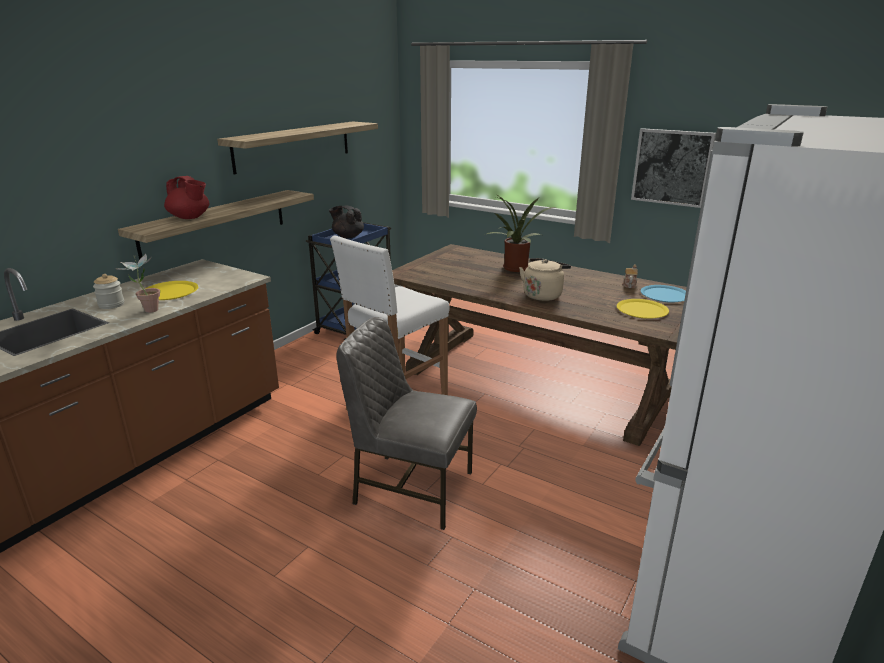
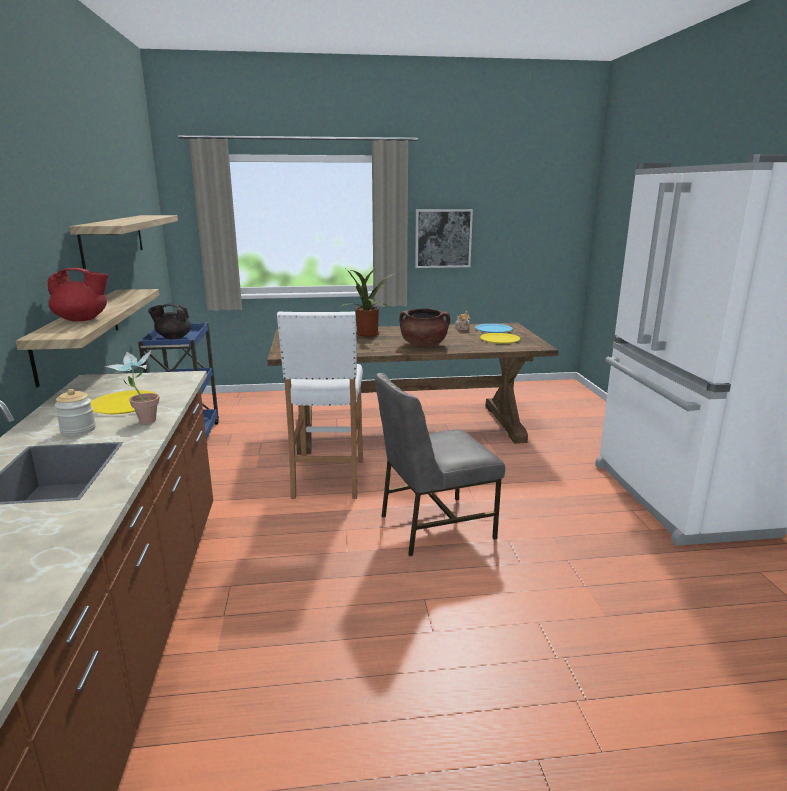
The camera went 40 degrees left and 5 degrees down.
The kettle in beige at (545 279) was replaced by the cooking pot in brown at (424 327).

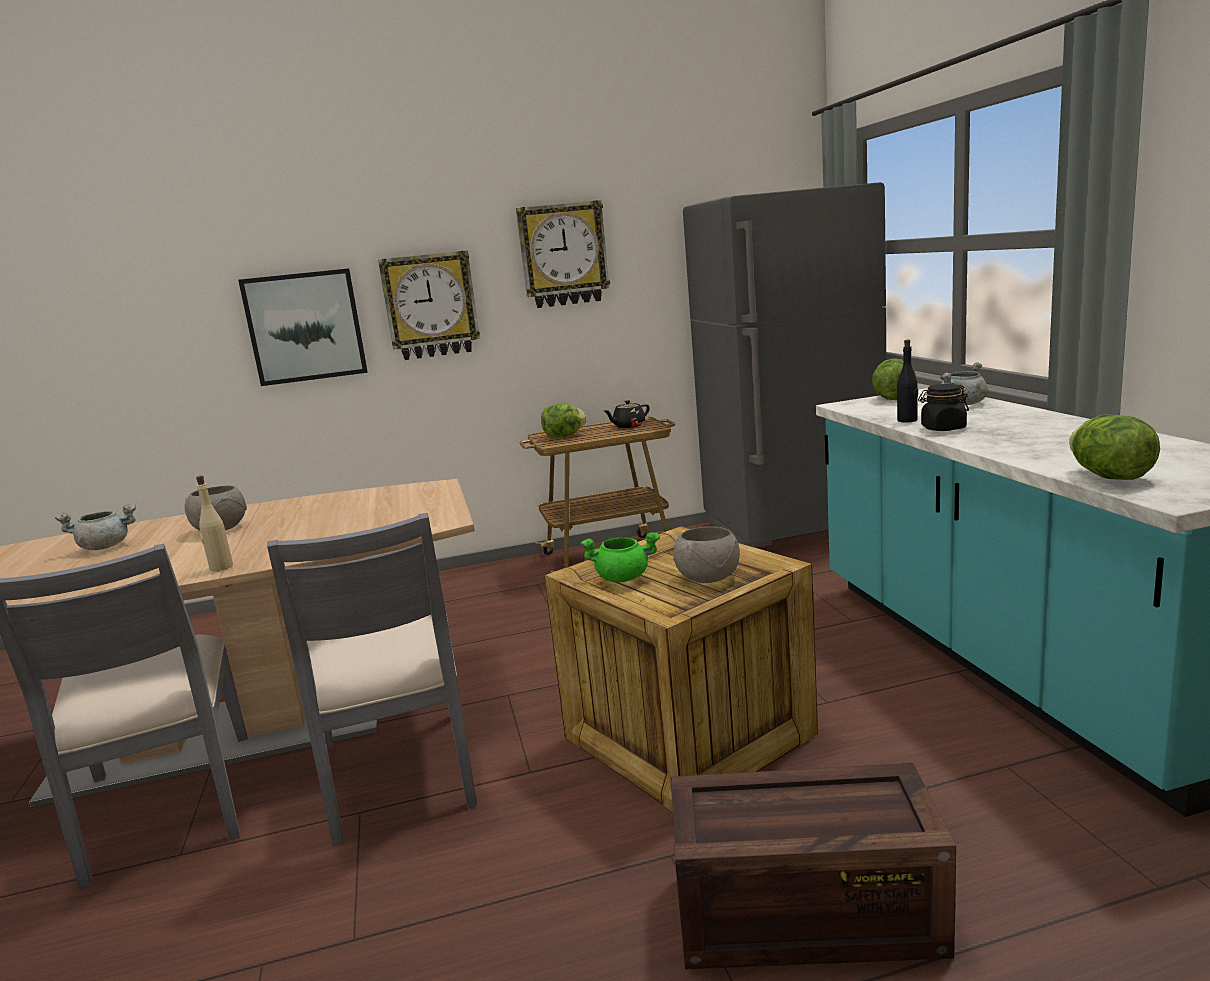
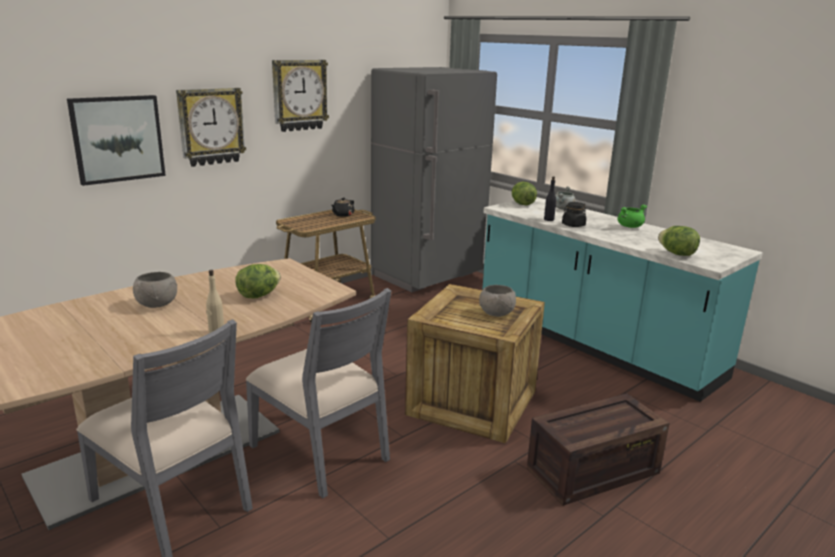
The camera went 30 degrees left and 5 degrees up.
The lettuce moved from (564 420) to (258 281).
The cooking pot in green moved from (620 557) to (632 216).
The cooking pot in grey at (95 527) disappeared.

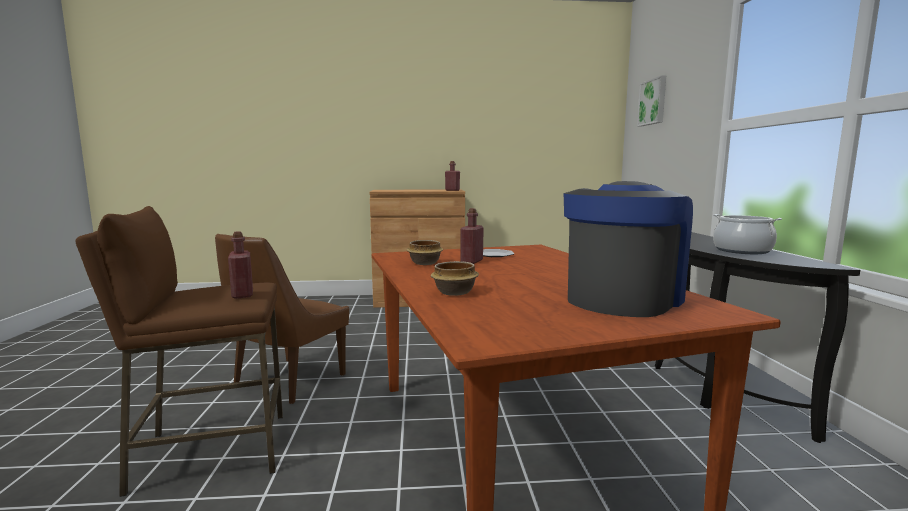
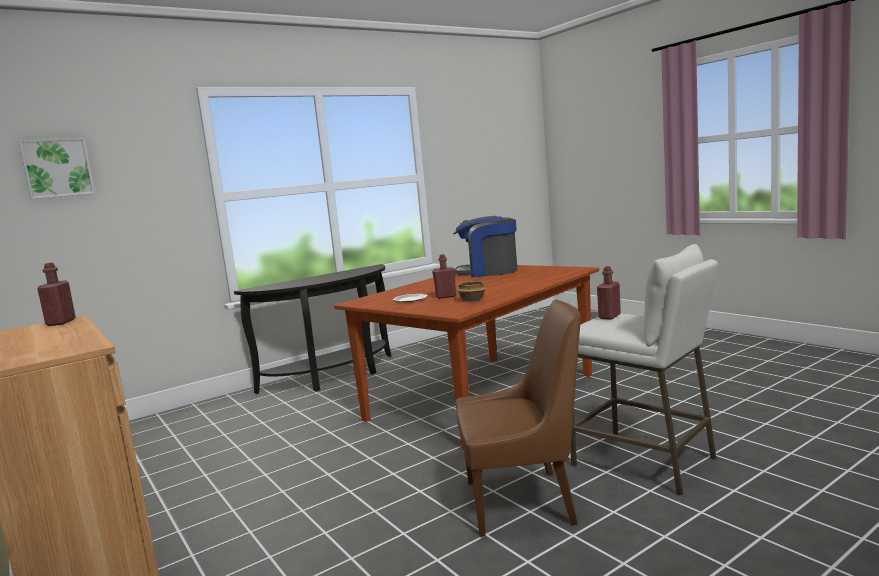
The camera went 120 degrees left and 0 degrees up.
The stool in brown at (179 351) became the stool in white at (644 369).
The bowl at (455 278) disappeared.
The cooking pot at (747 234) disappeared.

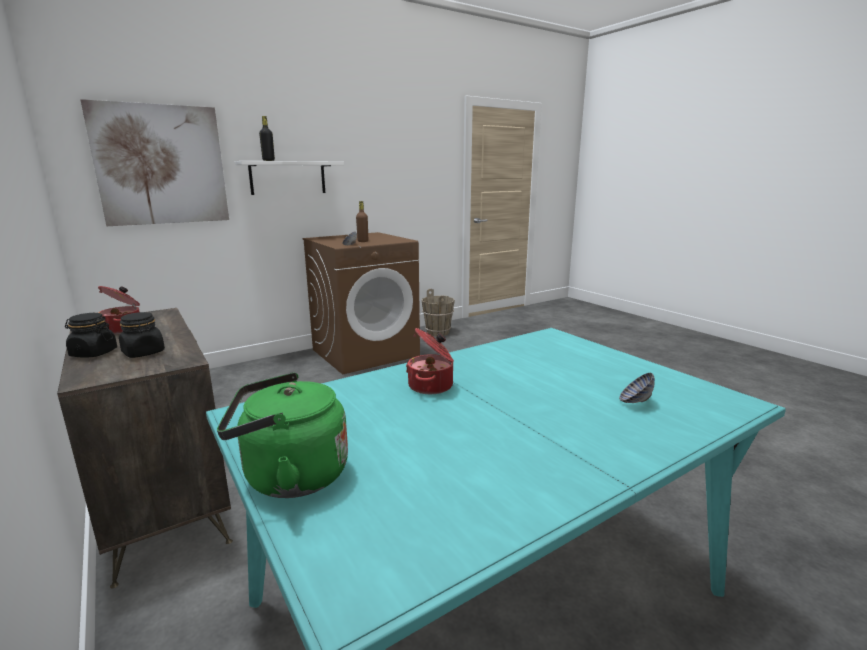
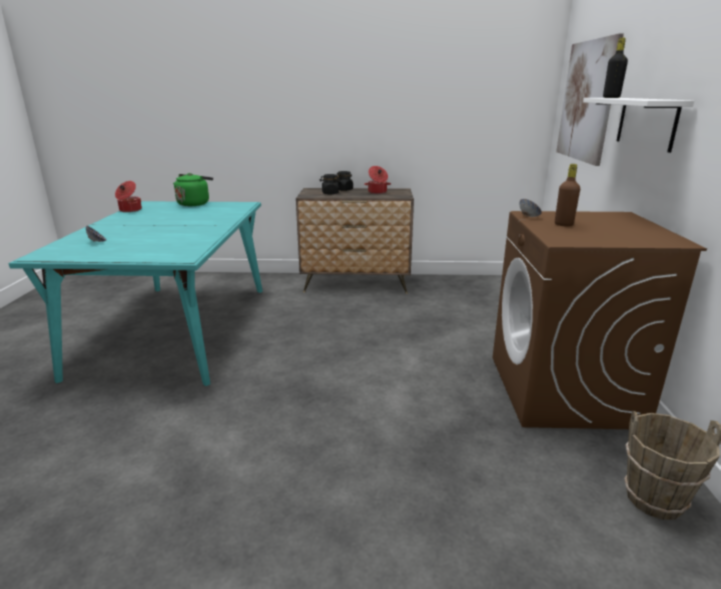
The camera went 125 degrees right and 5 degrees up.
The cooking pot moved from (430 361) to (128 196).

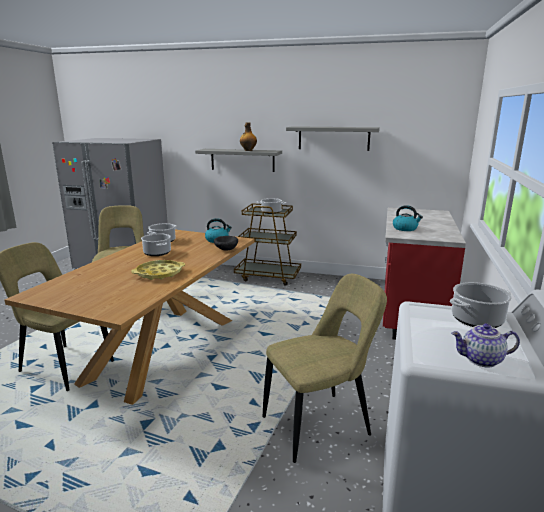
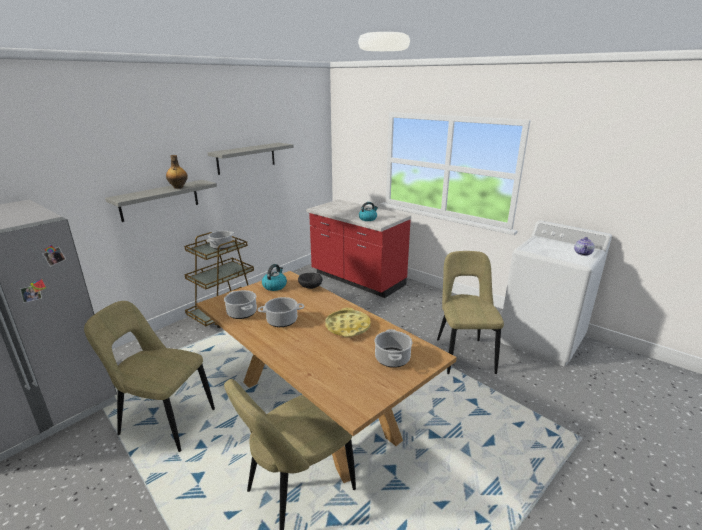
The camera went 65 degrees left and 5 degrees up.
The cooking pot moved from (481 305) to (393 348).

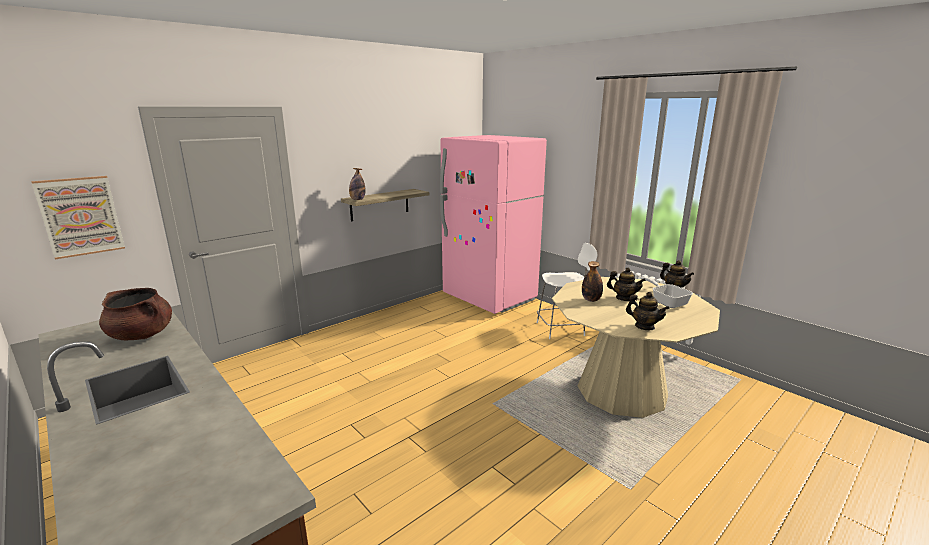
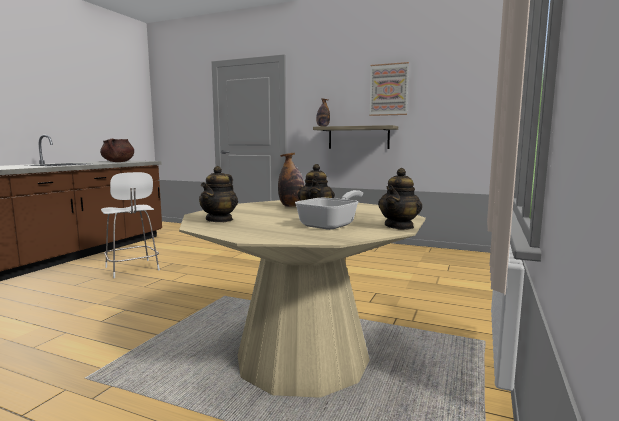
The camera went 65 degrees right and 10 degrees down.
The stool in white moved from (567 291) to (130 225).
The picture moved from (78 217) to (389 89).
The fridge in pink at (493 224) disappeared.

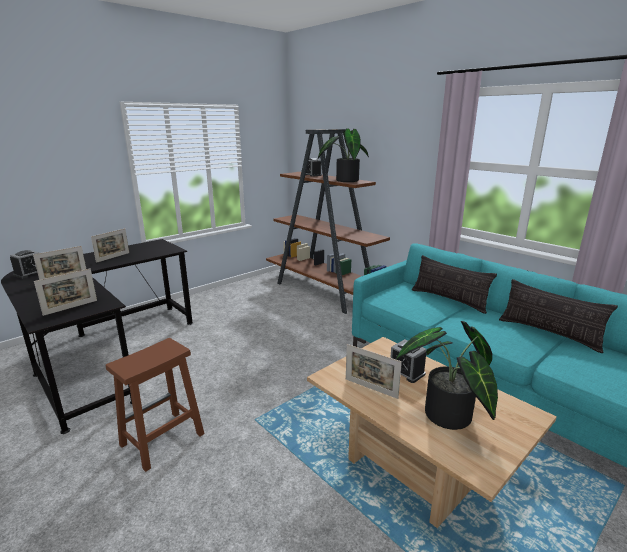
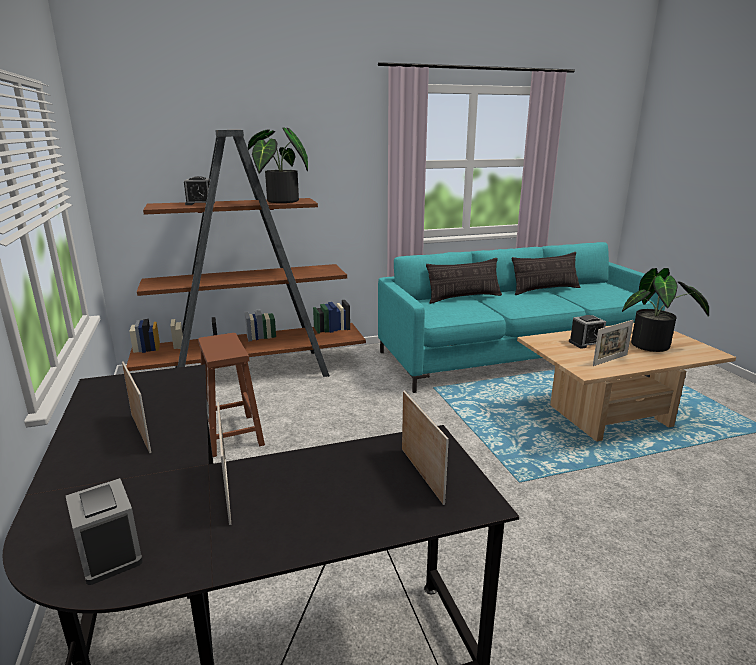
The camera went 65 degrees left and 0 degrees up.
The stool in brown moved from (155 405) to (231 395).

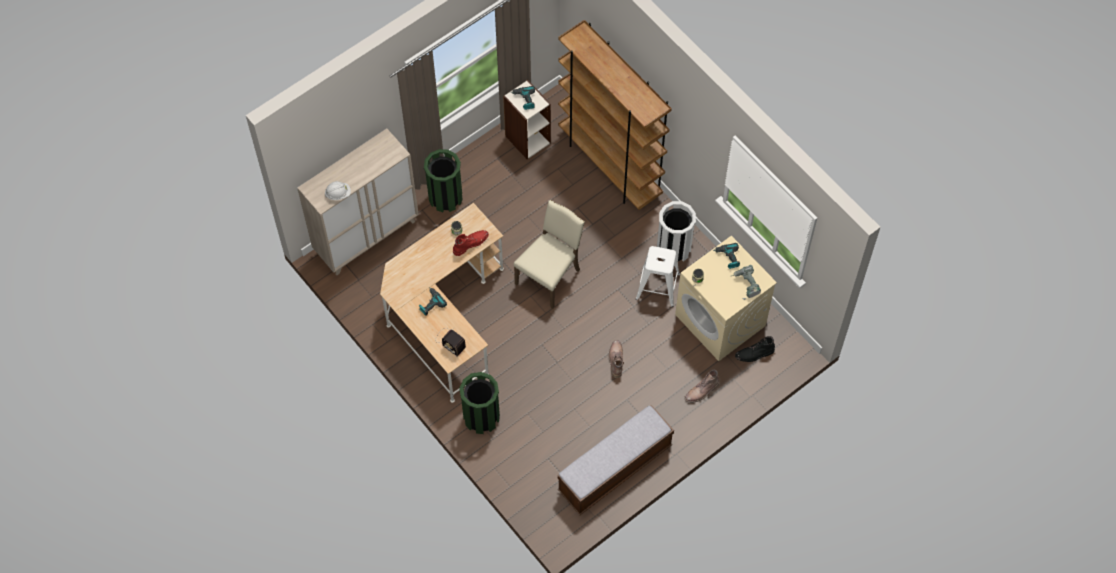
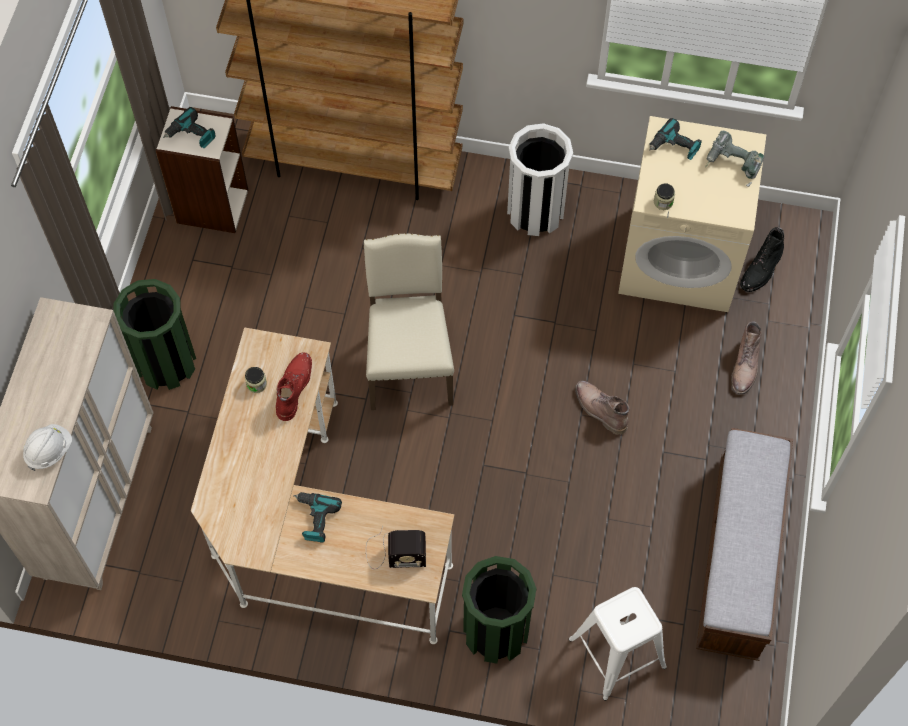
The camera went 40 degrees left and 0 degrees up.
The stool in white moved from (658 276) to (618 644).

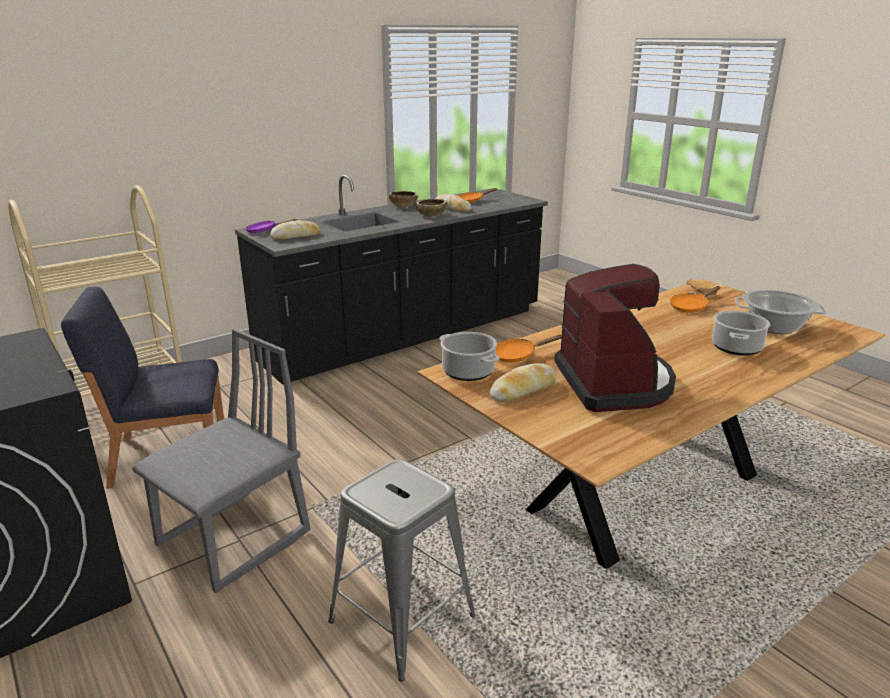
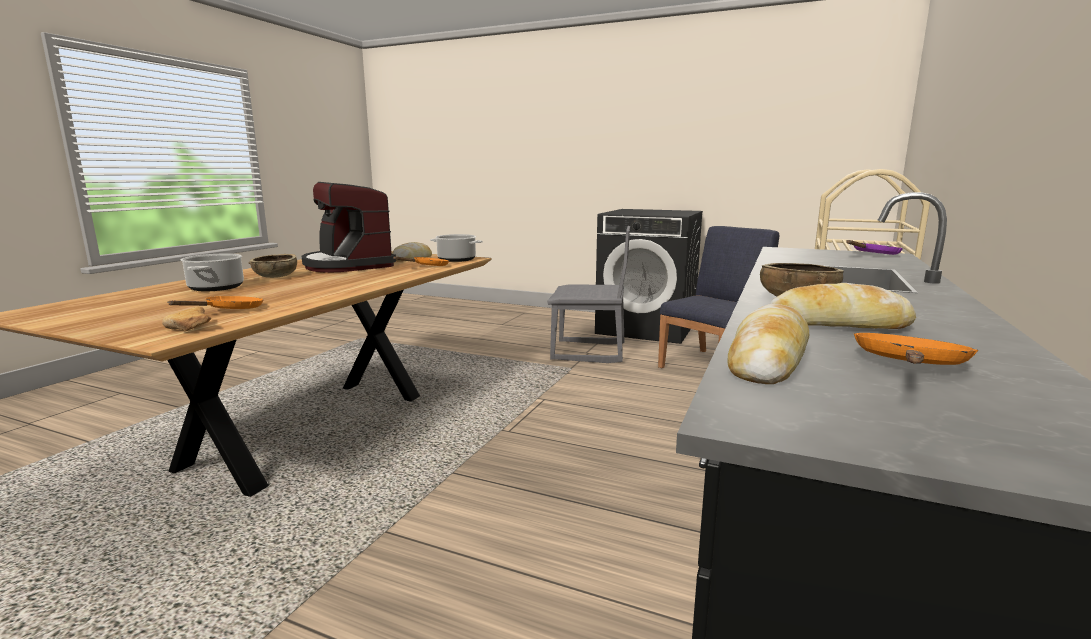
The camera went 150 degrees right and 10 degrees down.
The bowl in brown moved from (404 199) to (272 266).
The chair in grey at (221 461) turned 90 degrees counterclockwise.
The bread moved from (295 230) to (768 344).
The stool in grey at (401 570) disappeared.
The cooking pot at (781 311) disappeared.

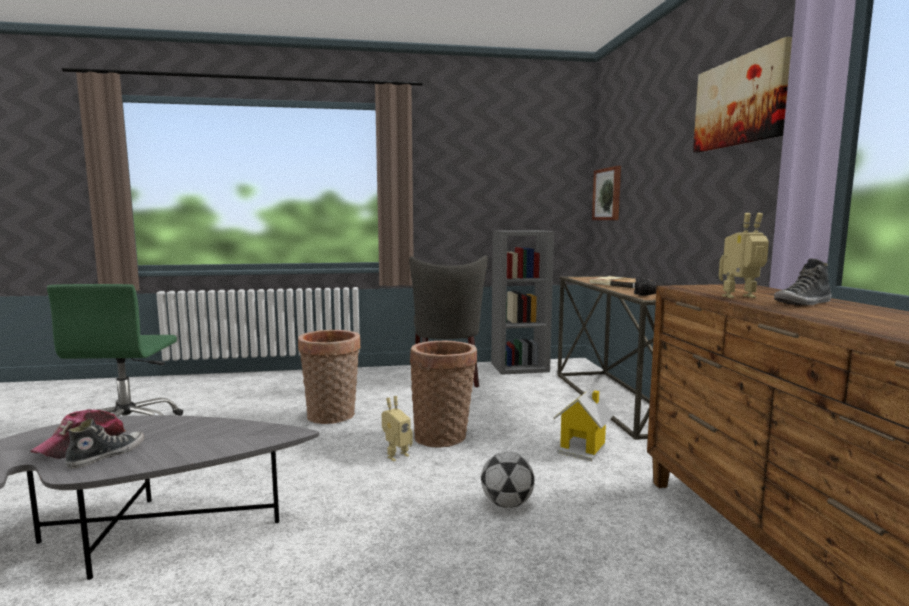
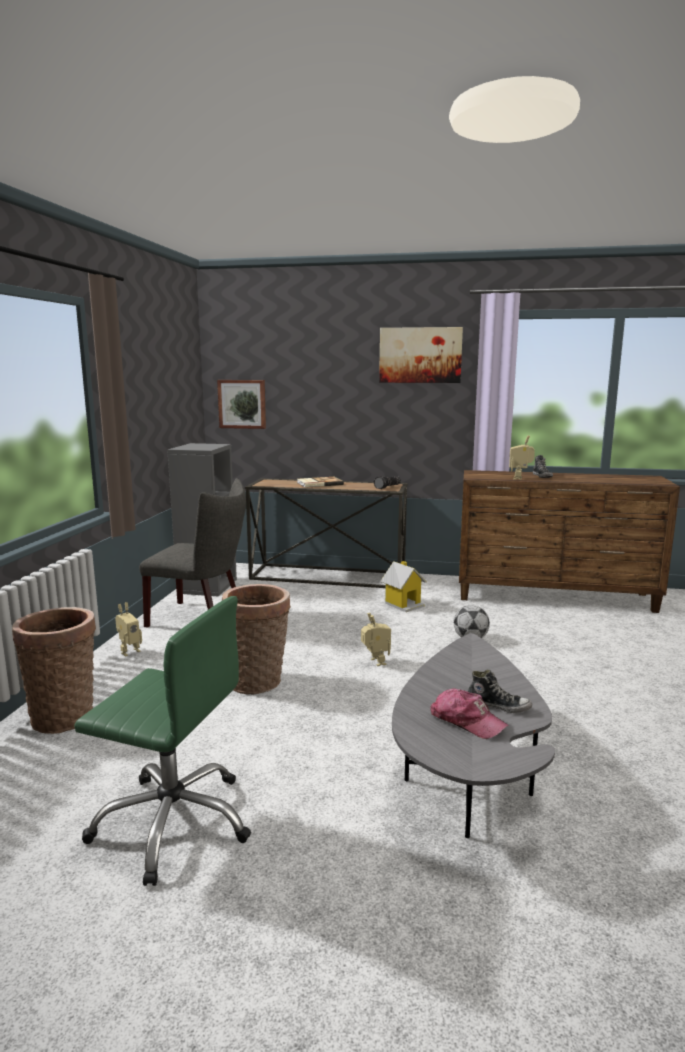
The camera went 70 degrees left and 5 degrees up.
The basket moved from (443 394) to (54 670).
The toy robot at (128 629) appeared.
The shoe at (104 443) turned 150 degrees clockwise.

